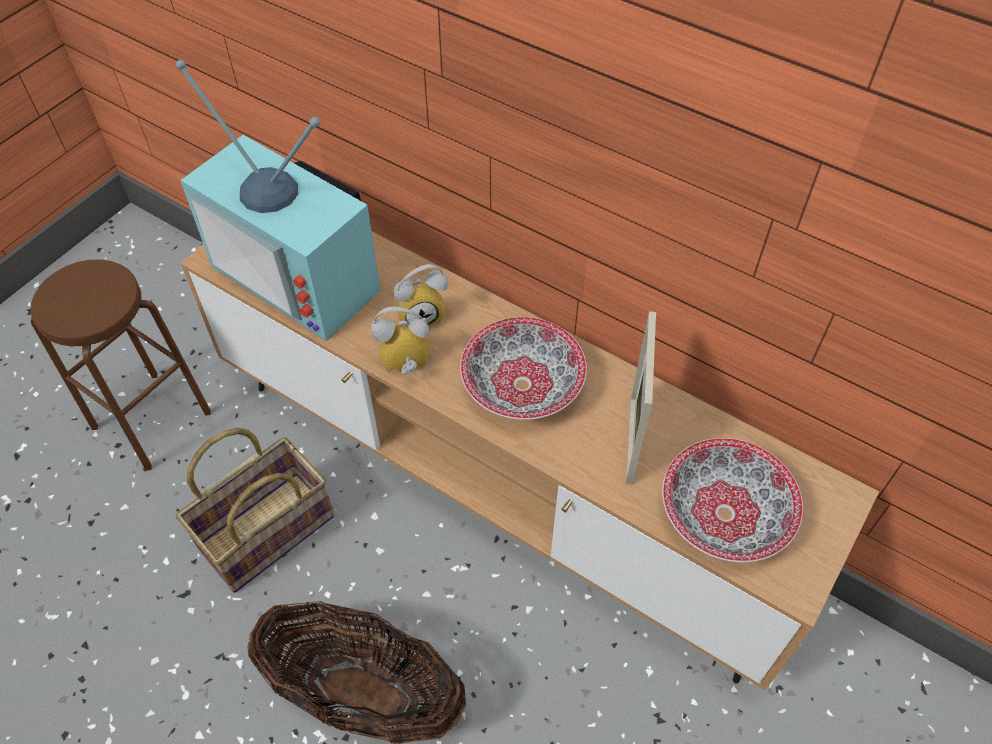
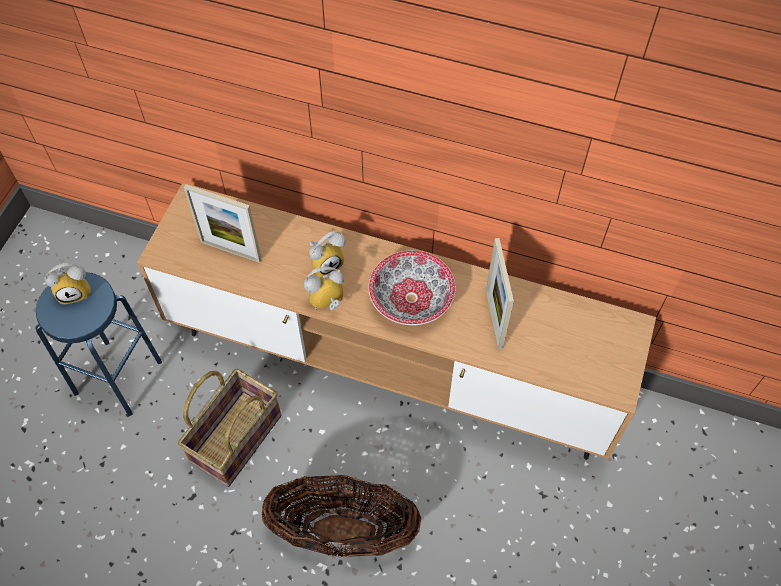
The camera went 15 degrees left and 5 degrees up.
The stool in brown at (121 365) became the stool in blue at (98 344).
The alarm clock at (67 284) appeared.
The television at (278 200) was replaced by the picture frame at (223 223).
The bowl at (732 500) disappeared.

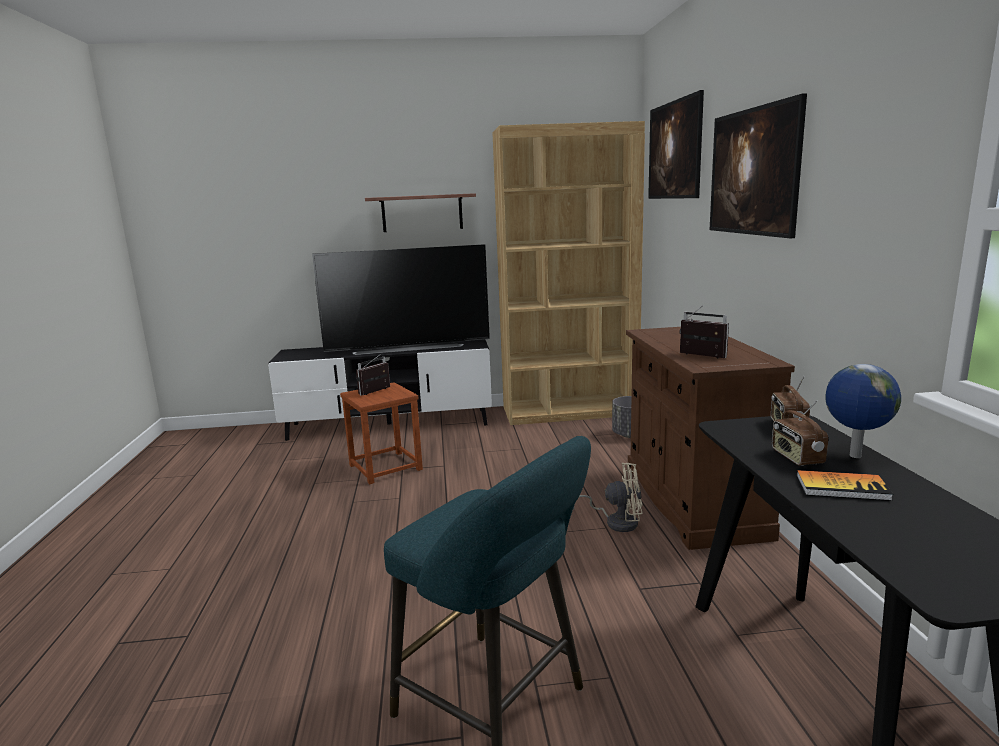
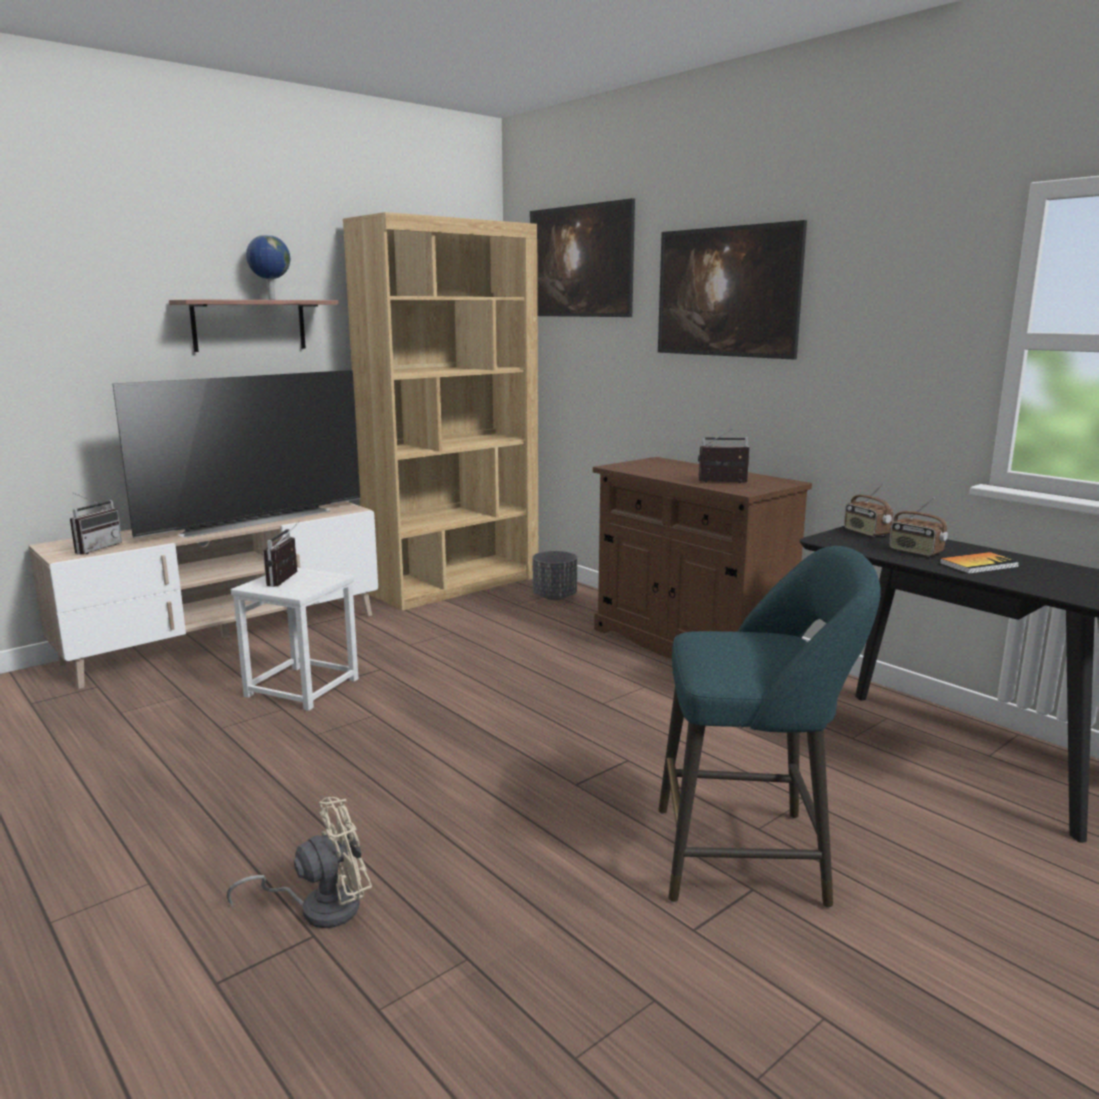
The camera went 35 degrees left and 0 degrees up.
The tv stand in black at (380 390) became the tv stand in beige at (203 595).
The radio at (96 523) appeared.
The fan in beige moved from (608 497) to (299 862).
The stool in brown at (381 433) became the stool in white at (295 639).
The globe moved from (863 411) to (268 267).

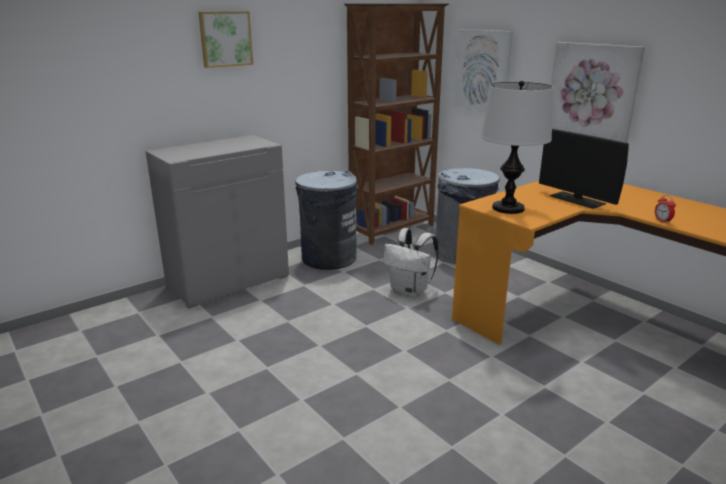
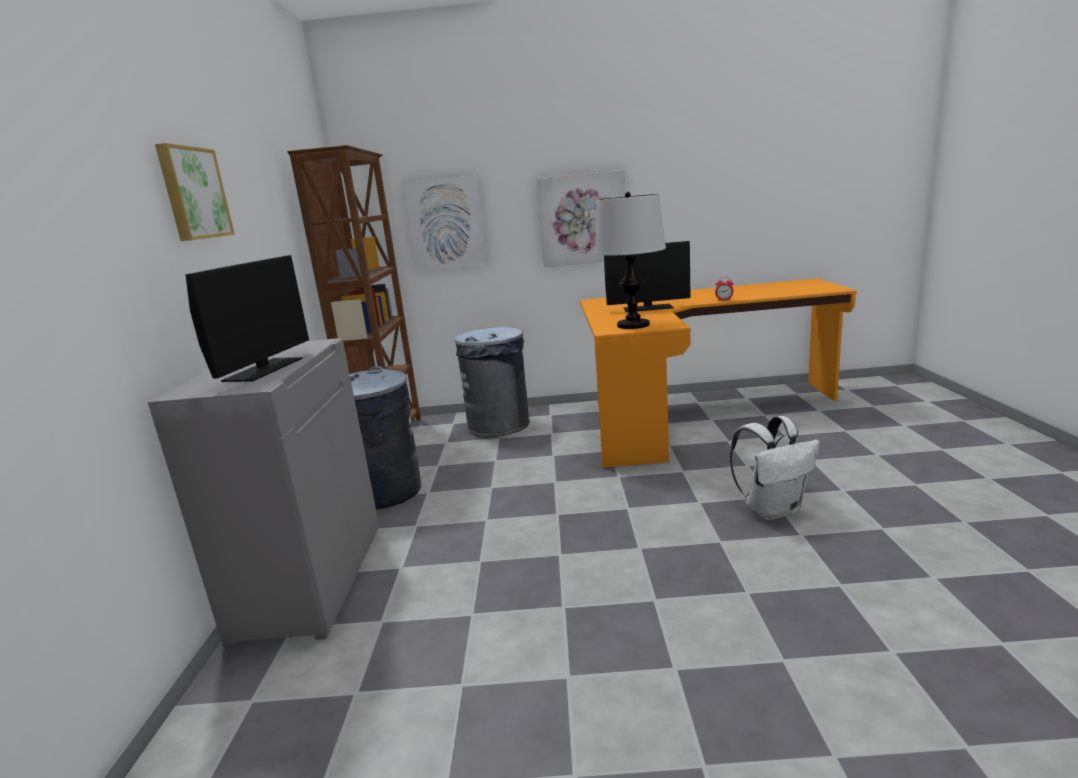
The camera went 50 degrees left and 5 degrees down.
The monitor at (247 318) appeared.
The backpack in white moved from (411 262) to (775 468).

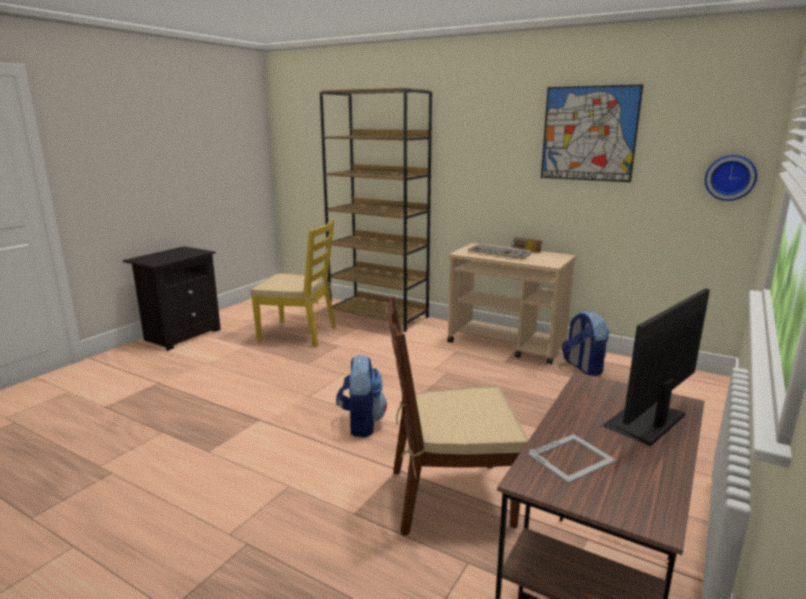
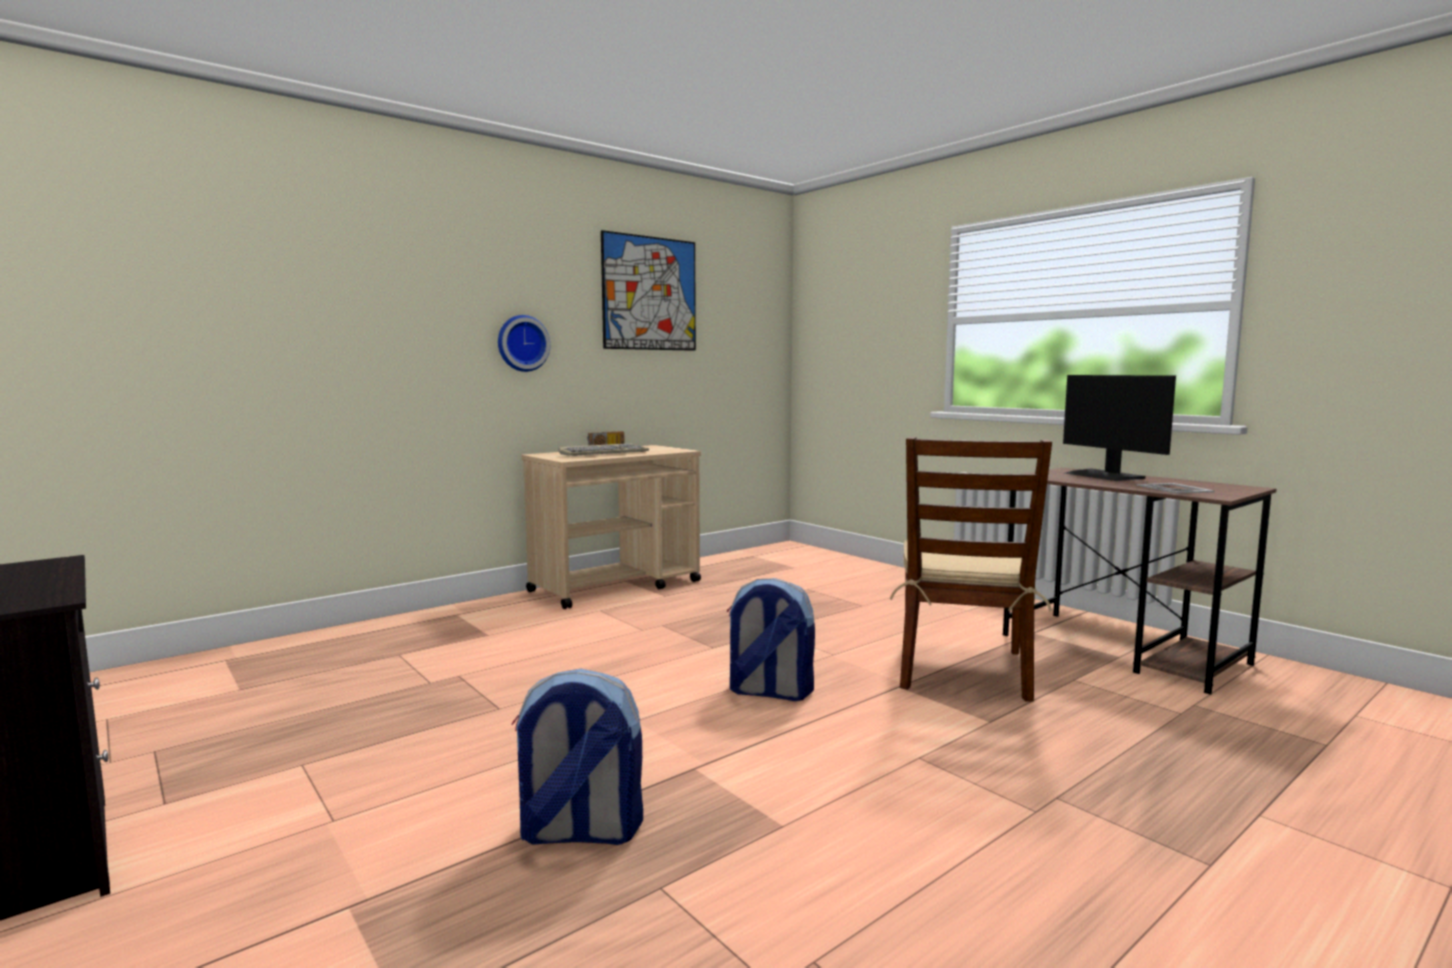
The camera went 70 degrees left and 10 degrees down.
The wall clock moved from (731 178) to (524 343).
The backpack moved from (585 343) to (577 757).
The chair in yellow at (293 283) disappeared.
The bookcase in brown at (376 210) disappeared.

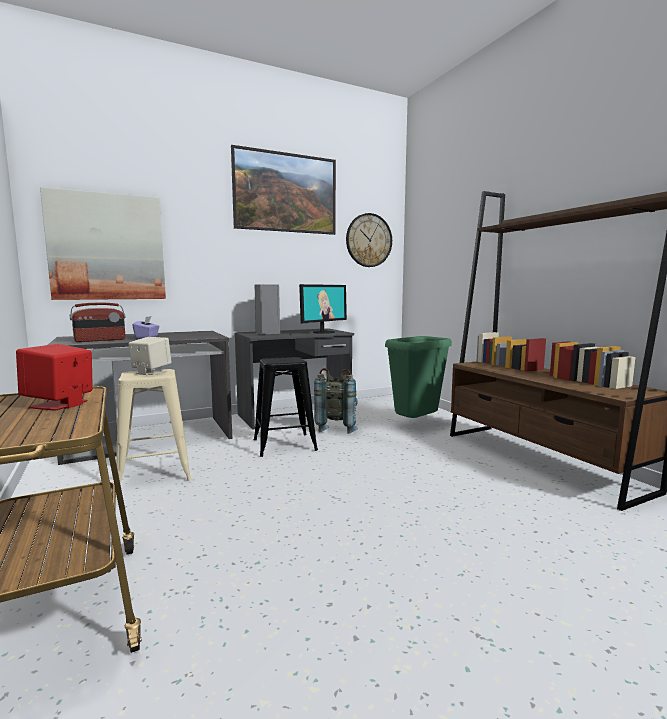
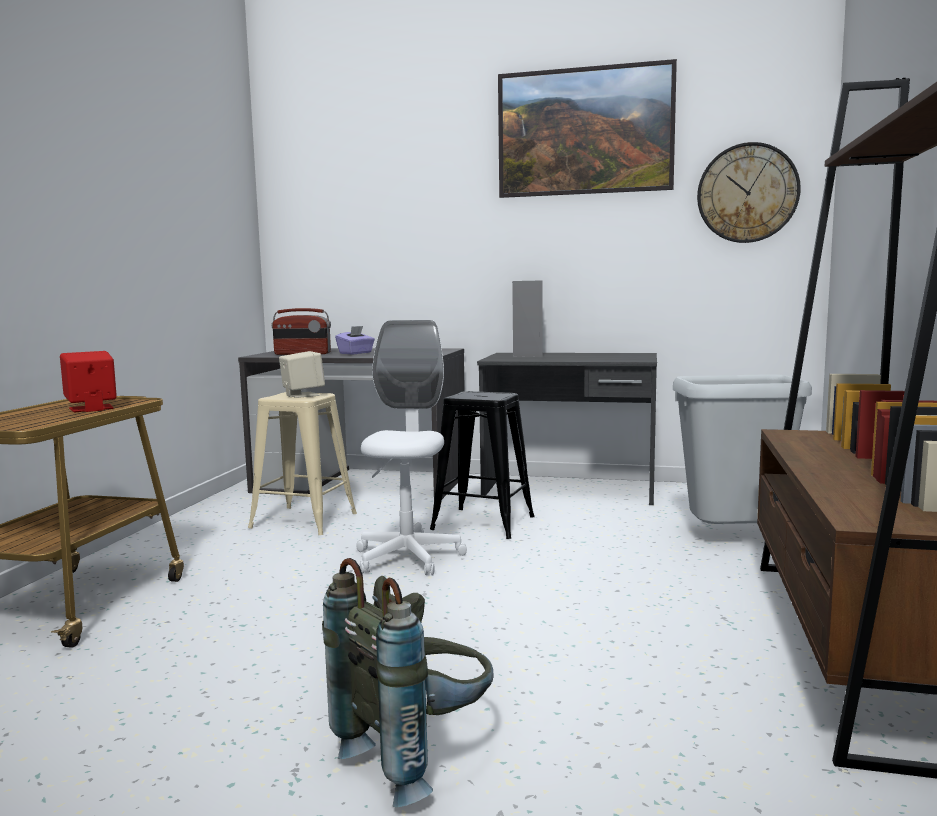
The camera went 40 degrees right and 0 degrees up.
The backpack in grey moved from (336 401) to (408 682).
The office chair in white at (411 447) appeared.
The trash can in green at (418 377) became the trash can in grey at (742 449).
The picture at (103 243) disappeared.
The monitor at (323 309) disappeared.

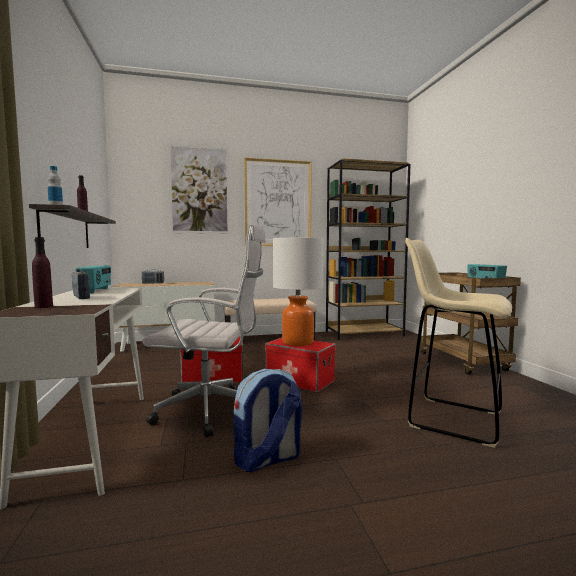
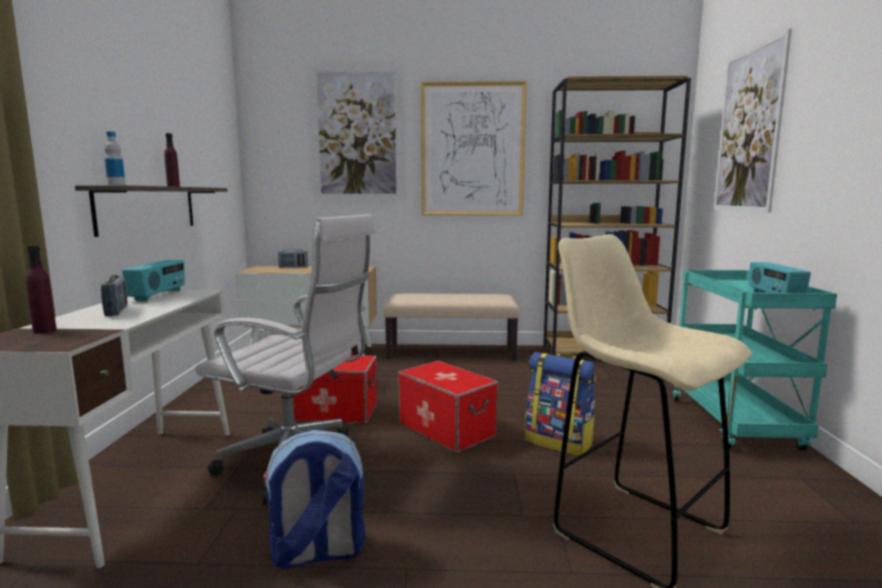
The camera went 15 degrees right and 5 degrees up.
The backpack at (560 404) appeared.
The cart in brown at (471 323) became the cart in turquoise at (754 360).
The picture at (753 120) appeared.
The table lamp at (298 292) disappeared.

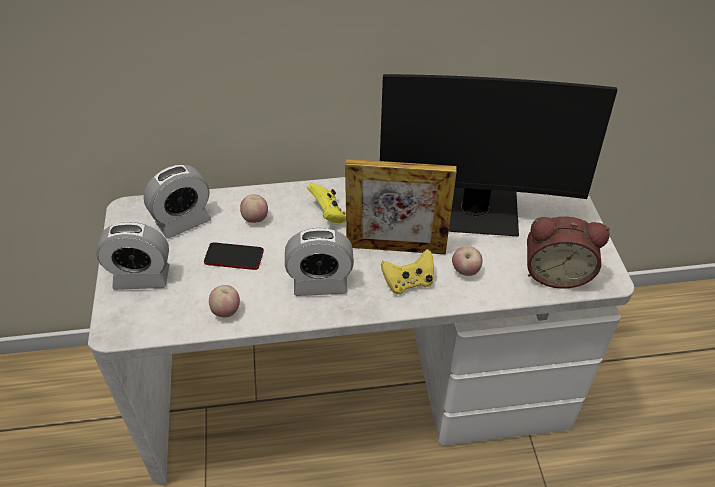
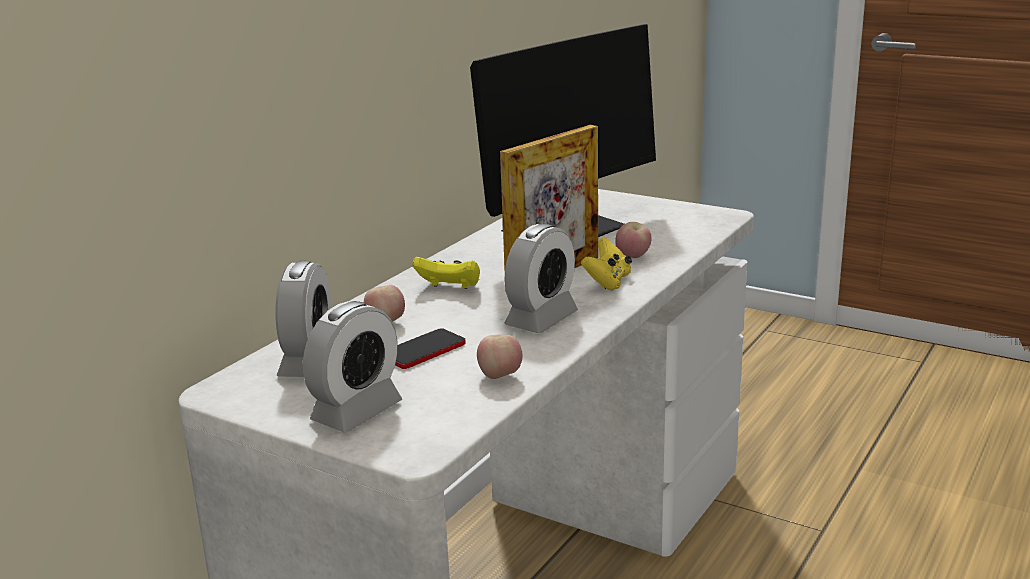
The camera went 50 degrees left and 25 degrees down.
The alarm clock at (568 253) disappeared.

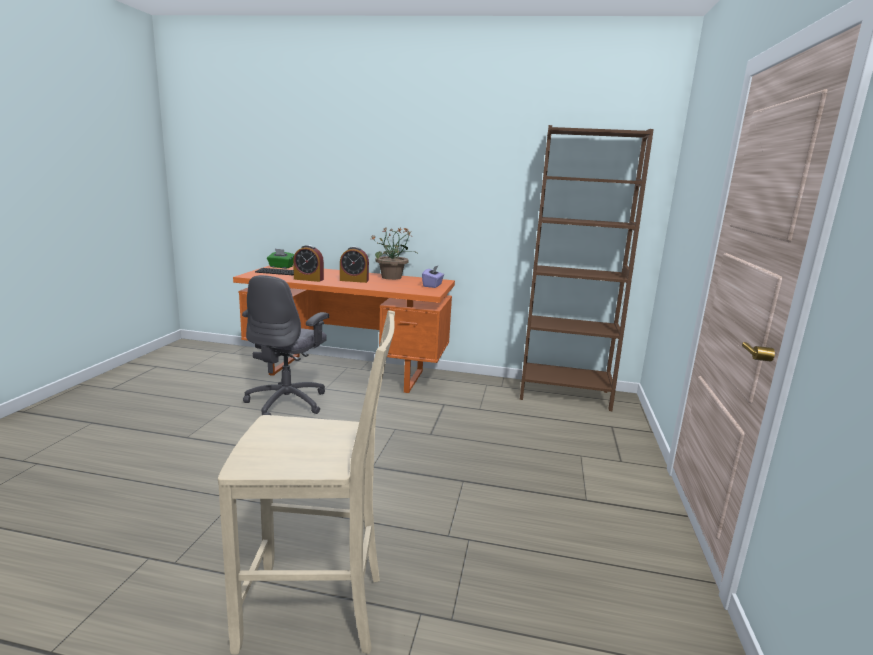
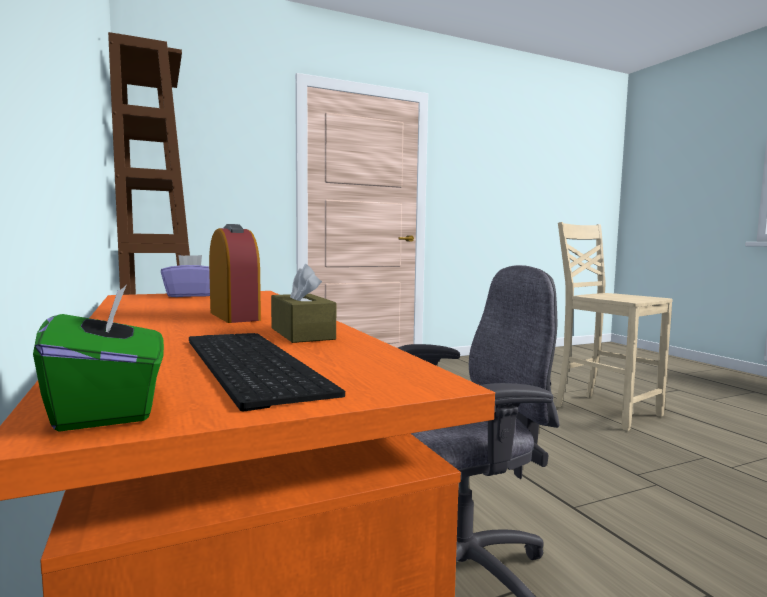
The camera went 125 degrees left and 10 degrees down.
The alarm clock at (308 263) was replaced by the tissue box in brown at (303 303).
The potted plant at (394 253) disappeared.

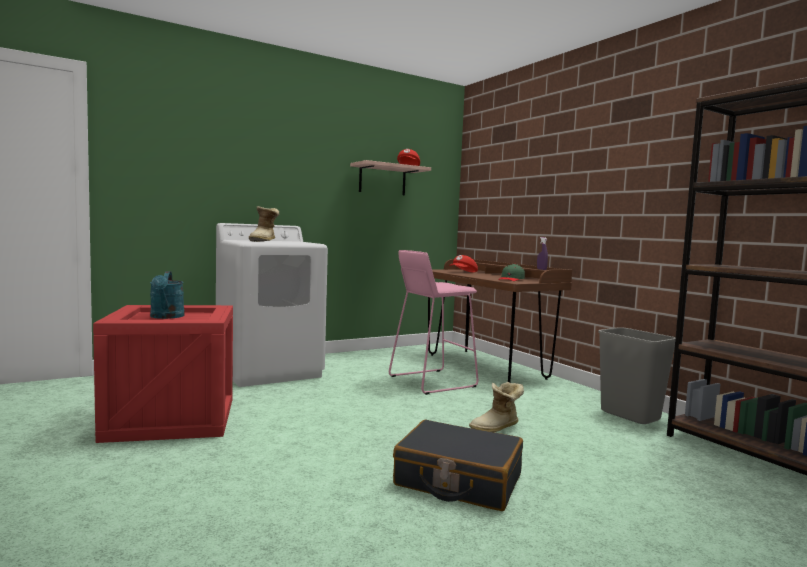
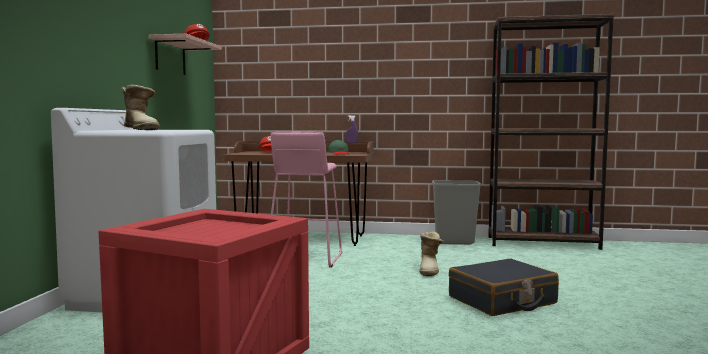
The camera went 50 degrees left and 0 degrees up.
The watering can in turquoise at (167 295) disappeared.

